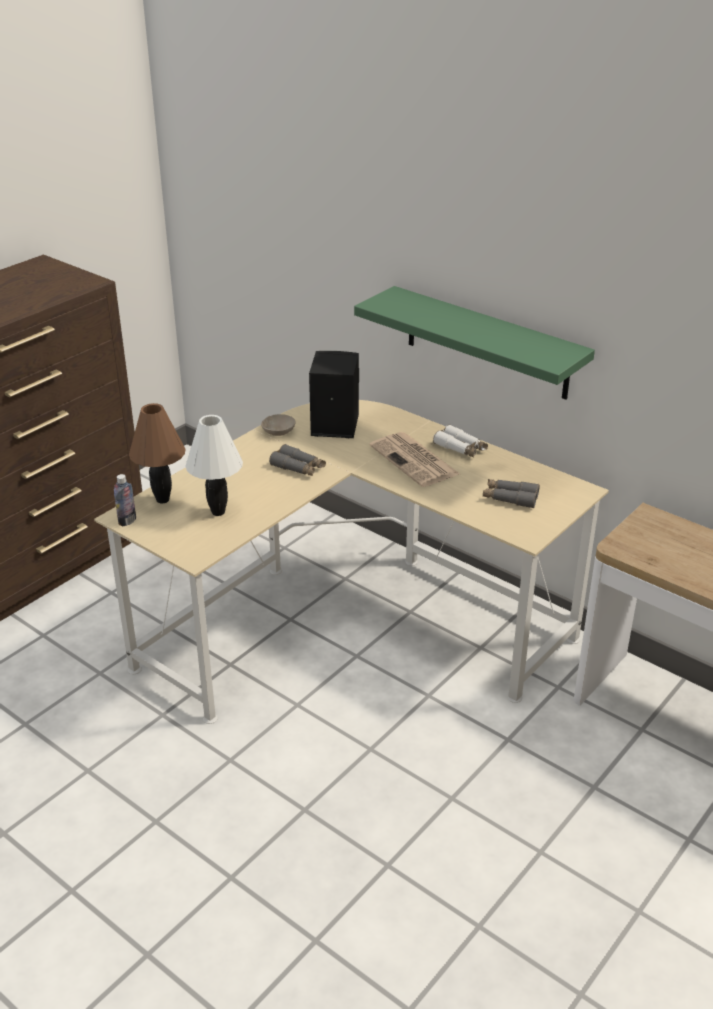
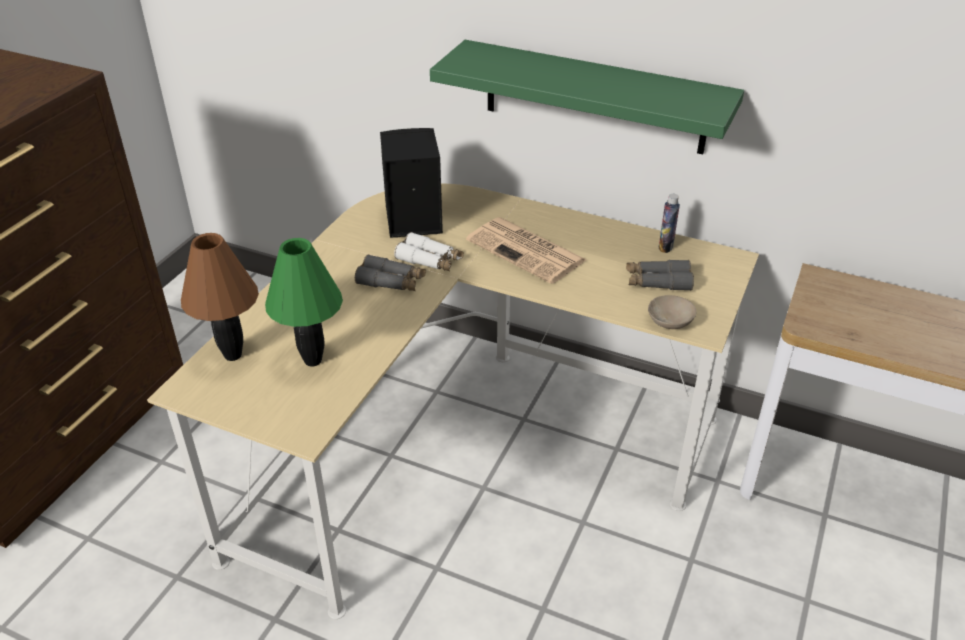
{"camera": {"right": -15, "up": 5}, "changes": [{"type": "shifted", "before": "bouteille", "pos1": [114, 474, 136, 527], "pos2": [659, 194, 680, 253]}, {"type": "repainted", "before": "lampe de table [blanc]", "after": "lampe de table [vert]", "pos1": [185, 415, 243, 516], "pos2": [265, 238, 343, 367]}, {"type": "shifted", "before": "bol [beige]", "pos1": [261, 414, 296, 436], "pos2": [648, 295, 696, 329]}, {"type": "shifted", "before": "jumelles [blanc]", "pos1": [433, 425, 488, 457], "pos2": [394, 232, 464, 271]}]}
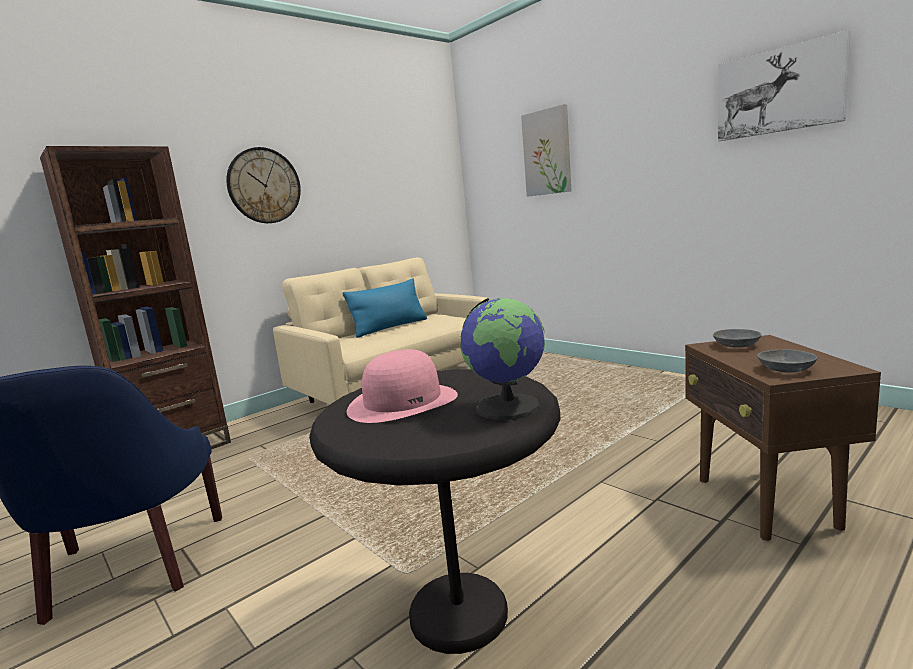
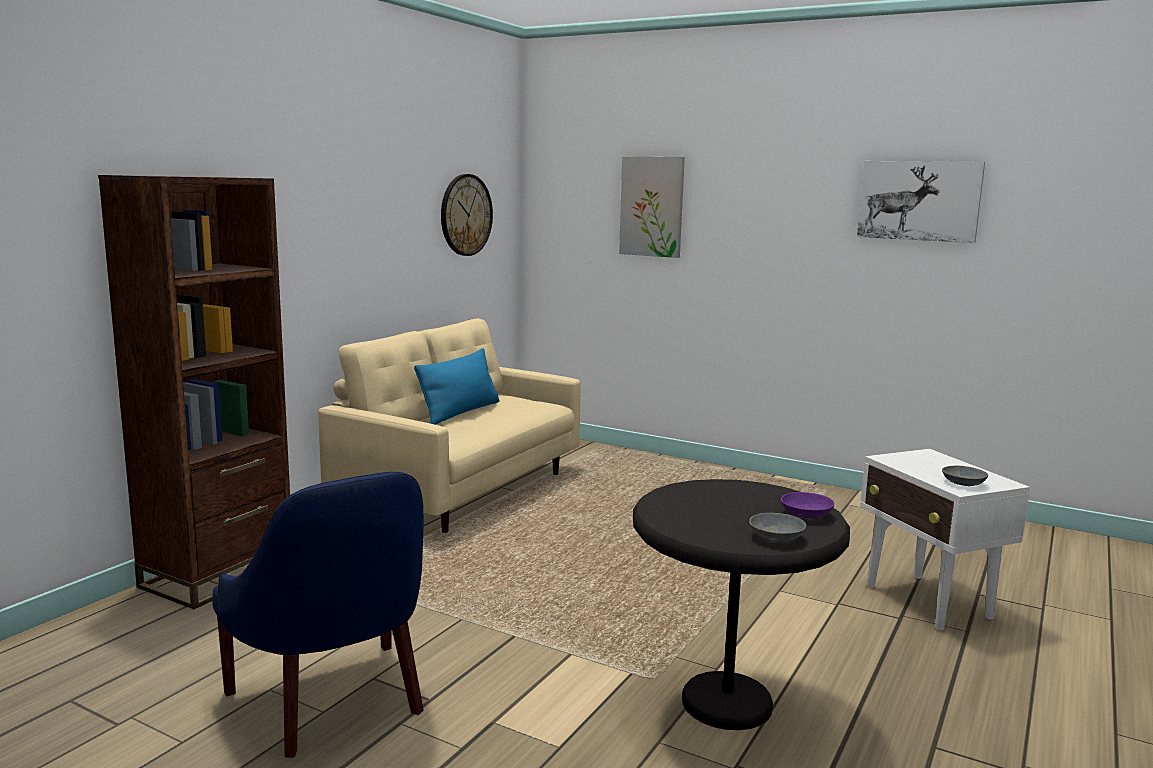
{"camera": {"right": -20, "up": 0}, "changes": [{"type": "shifted", "before": "horloge murale", "pos1": [226, 147, 301, 223], "pos2": [441, 174, 493, 256]}, {"type": "gone", "before": "chapeau [rose]", "pos1": [347, 349, 458, 423]}, {"type": "swapped", "before": "globe", "after": "bol [violet]", "pos1": [460, 298, 545, 420], "pos2": [781, 492, 835, 519]}, {"type": "repainted", "before": "table d'appoint [marron]", "after": "table d'appoint [blanc]", "pos1": [685, 335, 881, 541], "pos2": [860, 449, 1030, 630]}, {"type": "shifted", "before": "bol [gris]", "pos1": [713, 329, 761, 348], "pos2": [749, 513, 806, 542]}]}
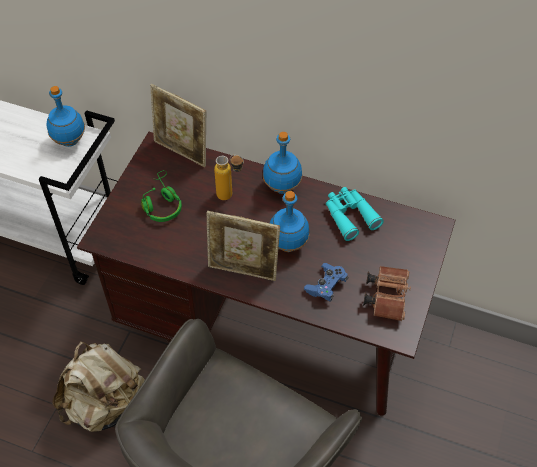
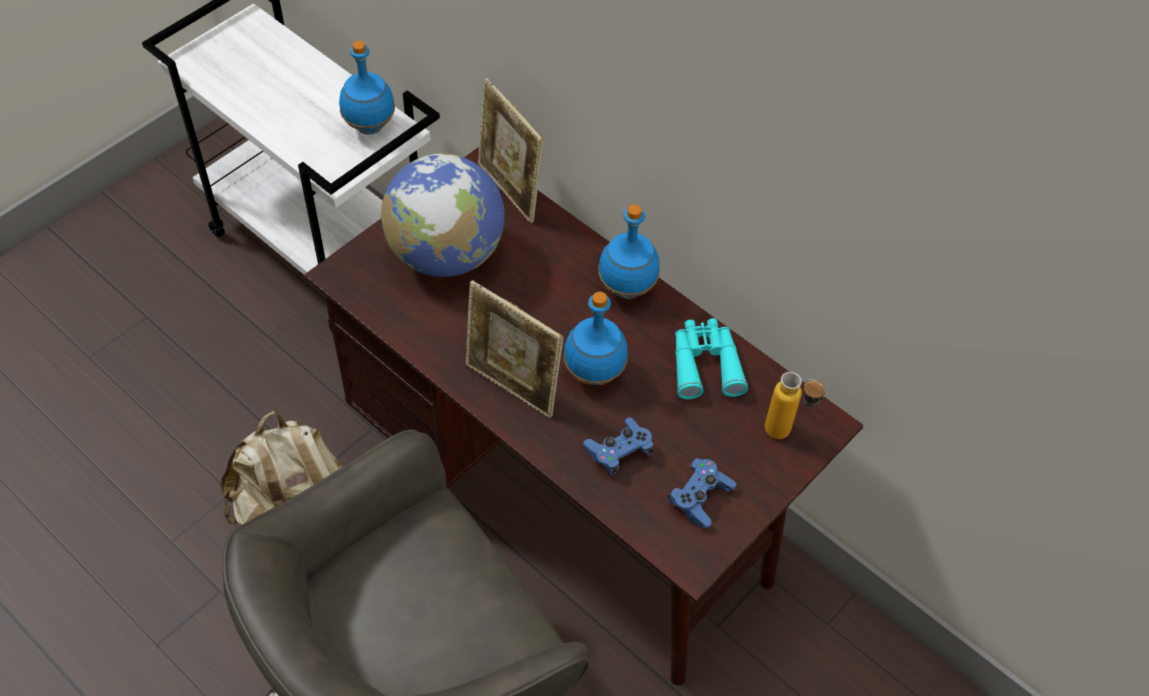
{"camera": {"right": 20, "up": 0}, "changes": [{"type": "swapped", "before": "casque audio [vert]", "after": "globe", "pos1": [141, 170, 182, 222], "pos2": [381, 153, 505, 277]}, {"type": "shifted", "before": "bouteille", "pos1": [214, 155, 244, 200], "pos2": [765, 372, 826, 439]}, {"type": "swapped", "before": "jumelles [marron]", "after": "manette [bleu]", "pos1": [363, 266, 411, 321], "pos2": [668, 458, 736, 529]}]}
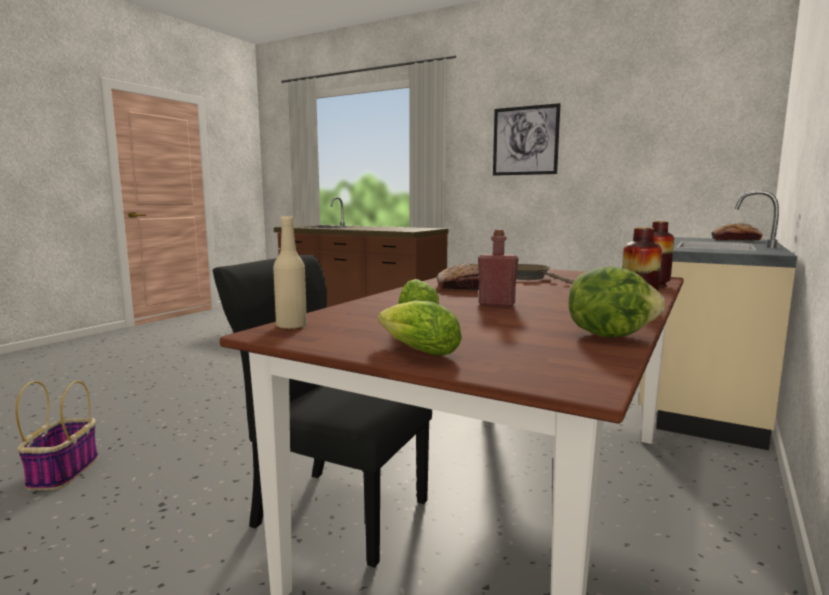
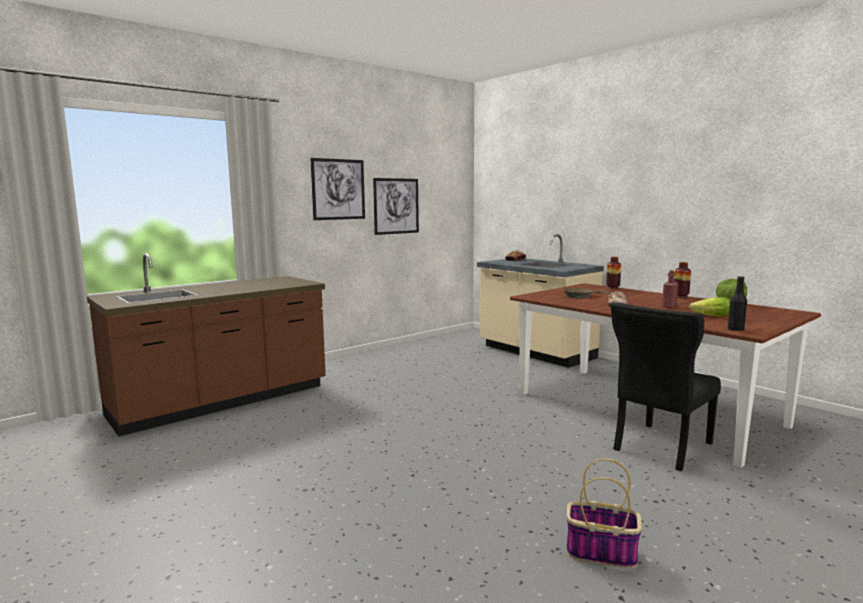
{"camera": {"right": -70, "up": 0}, "changes": [{"type": "repainted", "before": "bouteille [beige]", "after": "bouteille [noir]", "pos1": [273, 216, 307, 330], "pos2": [728, 276, 747, 331]}, {"type": "gone", "before": "laitue", "pos1": [378, 301, 462, 355]}, {"type": "new", "after": "tableau", "pos2": [373, 178, 419, 235]}]}
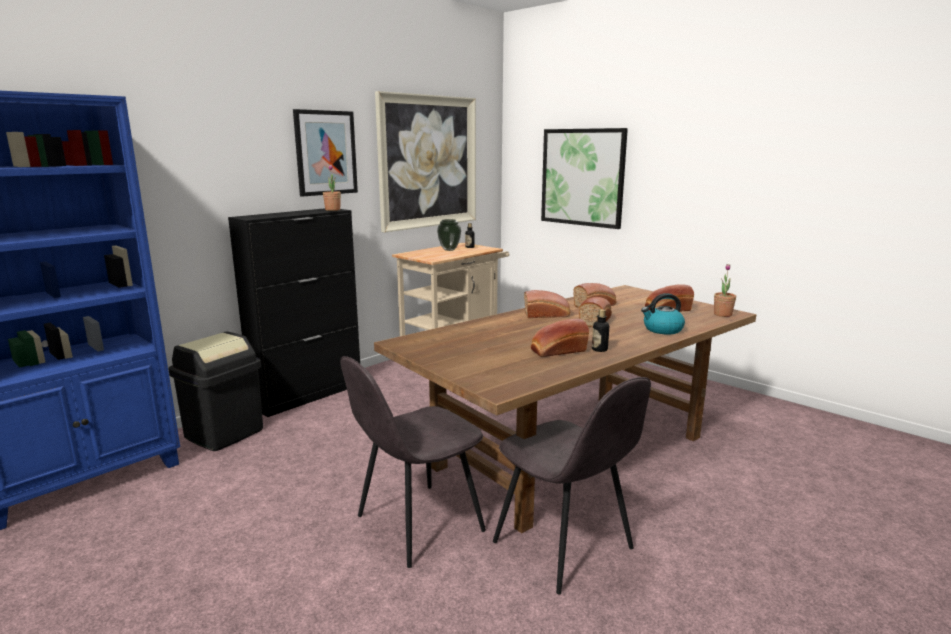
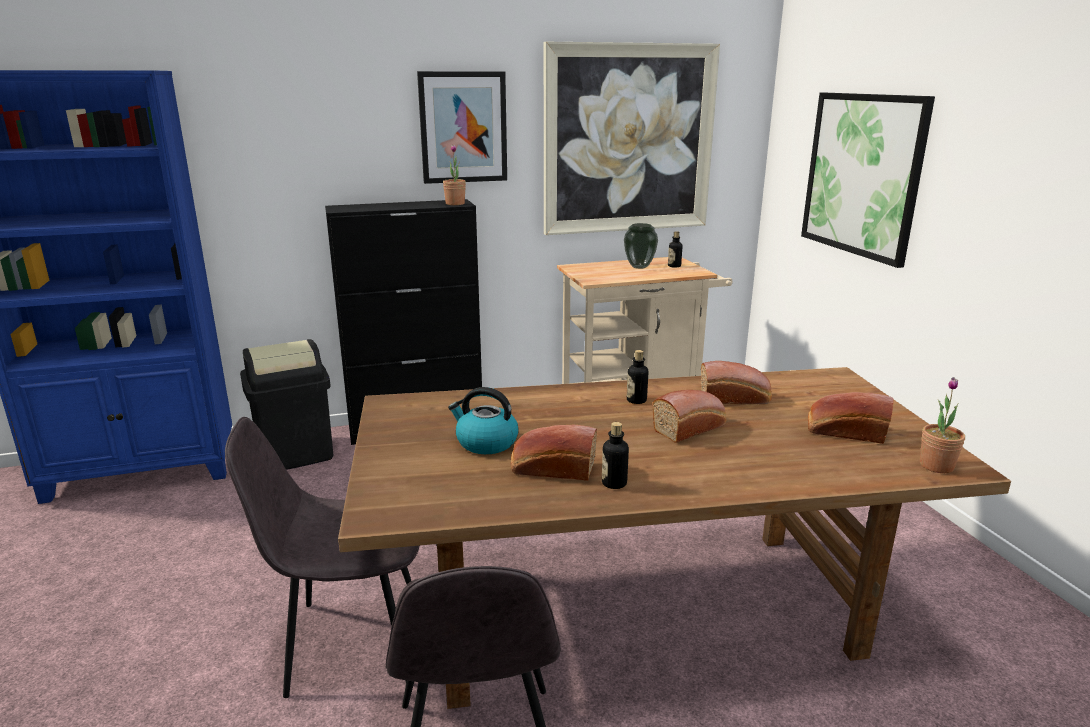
{"camera": {"right": 30, "up": 5}, "changes": [{"type": "swapped", "before": "pain", "after": "bouteille", "pos1": [524, 290, 570, 318], "pos2": [627, 350, 648, 404]}, {"type": "shifted", "before": "bouilloire", "pos1": [641, 293, 685, 335], "pos2": [448, 387, 519, 454]}]}
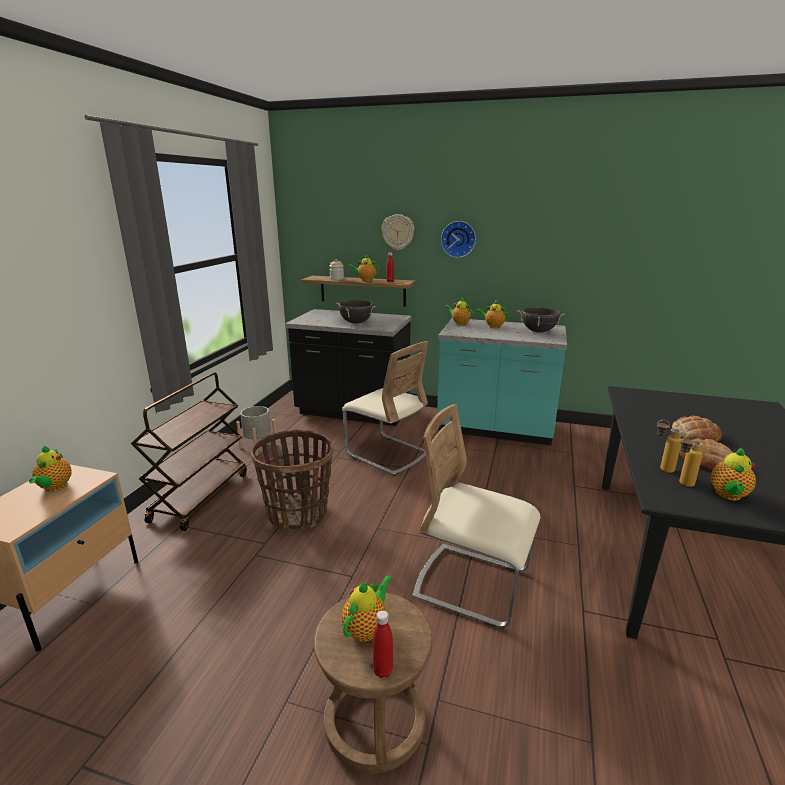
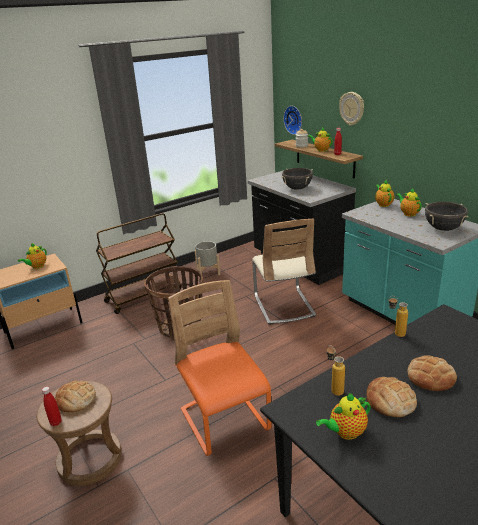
{"camera": {"right": 40, "up": 5}, "changes": [{"type": "swapped", "before": "théière", "after": "pain", "pos1": [342, 575, 392, 642], "pos2": [55, 381, 96, 412]}, {"type": "repainted", "before": "chaise [beige]", "after": "chaise [orange]", "pos1": [413, 404, 541, 628], "pos2": [168, 280, 272, 456]}, {"type": "shifted", "before": "horloge murale", "pos1": [441, 221, 476, 258], "pos2": [283, 106, 302, 135]}, {"type": "shifted", "before": "bouteille", "pos1": [679, 435, 703, 487], "pos2": [388, 296, 408, 337]}]}
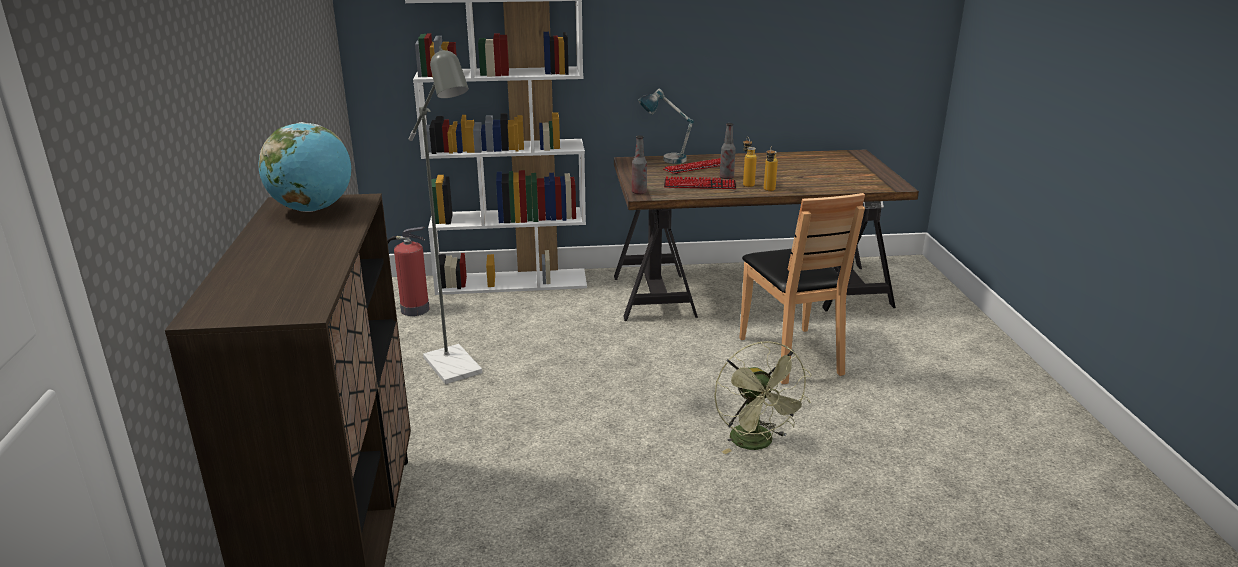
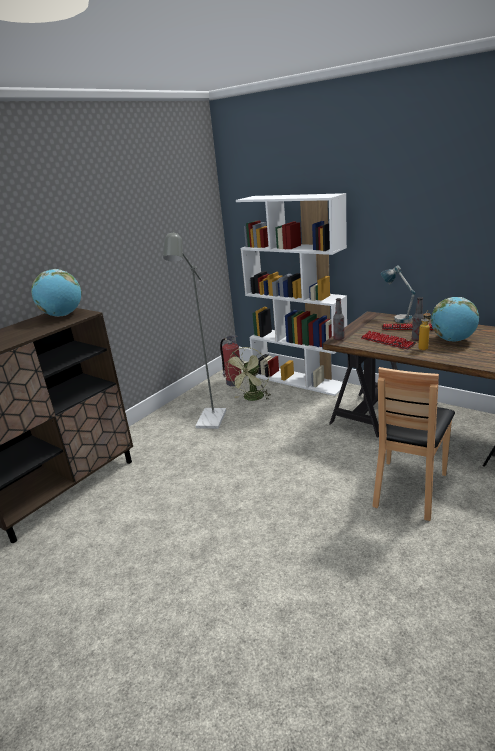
{"camera": {"right": 45, "up": 0}, "changes": [{"type": "shifted", "before": "ventilateur [vert]", "pos1": [714, 341, 812, 454], "pos2": [225, 347, 270, 401]}, {"type": "gone", "before": "bouteille", "pos1": [764, 146, 778, 191]}, {"type": "new", "after": "globe", "pos2": [431, 297, 479, 341]}]}
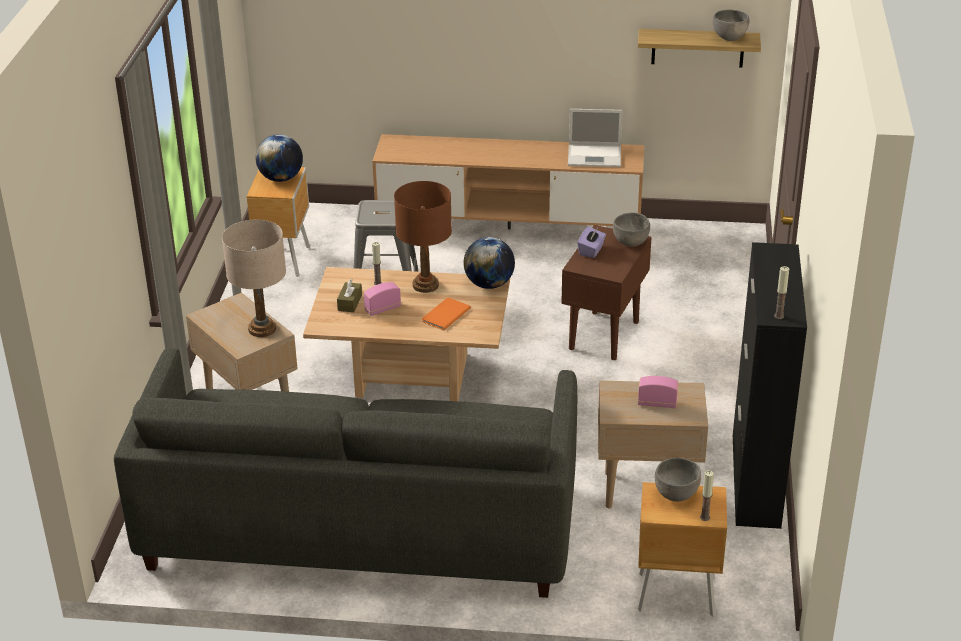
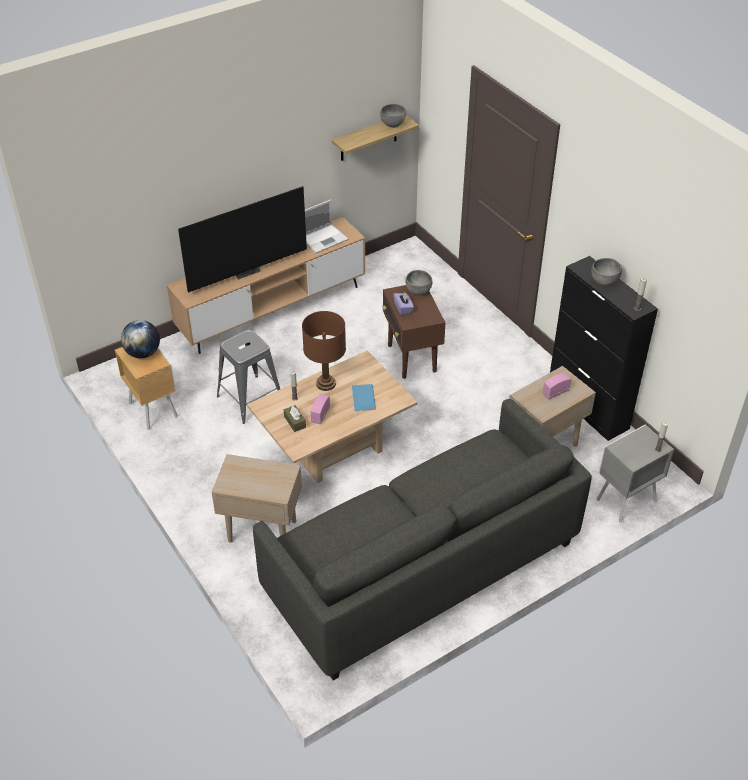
{"camera": {"right": -40, "up": 10}, "changes": [{"type": "gone", "before": "lampe de table [beige]", "pos1": [222, 220, 286, 337]}, {"type": "repainted", "before": "livre [orange]", "after": "livre [bleu]", "pos1": [422, 298, 471, 330], "pos2": [352, 384, 376, 411]}, {"type": "gone", "before": "globe", "pos1": [464, 237, 515, 289]}, {"type": "repainted", "before": "table de chevet [marron]", "after": "table de chevet [gris]", "pos1": [638, 481, 727, 617], "pos2": [597, 425, 674, 522]}, {"type": "shifted", "before": "bol [gris]", "pos1": [655, 458, 701, 502], "pos2": [591, 258, 622, 286]}, {"type": "new", "after": "téléviseur", "pos2": [178, 186, 307, 293]}]}
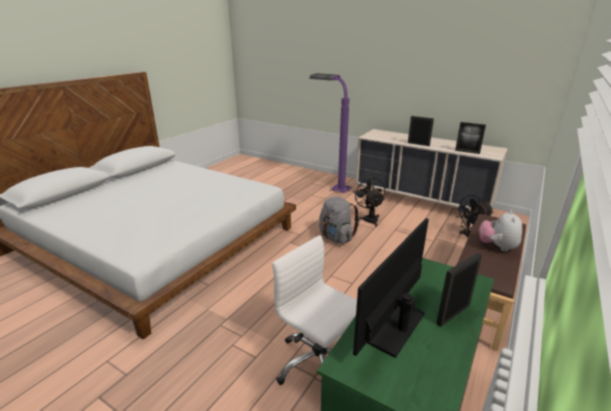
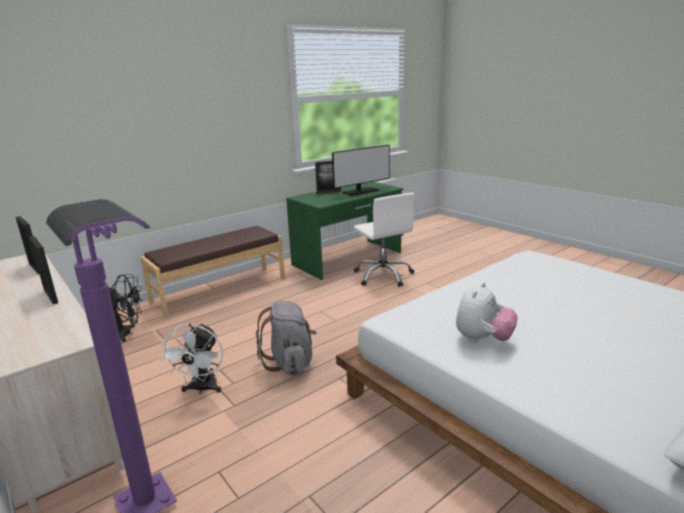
{"camera": {"right": -160, "up": -5}, "changes": [{"type": "repainted", "before": "ventilateur [noir]", "after": "ventilateur [blanc]", "pos1": [355, 177, 385, 227], "pos2": [160, 323, 223, 394]}, {"type": "shifted", "before": "peluche", "pos1": [479, 210, 522, 252], "pos2": [456, 282, 518, 343]}]}
